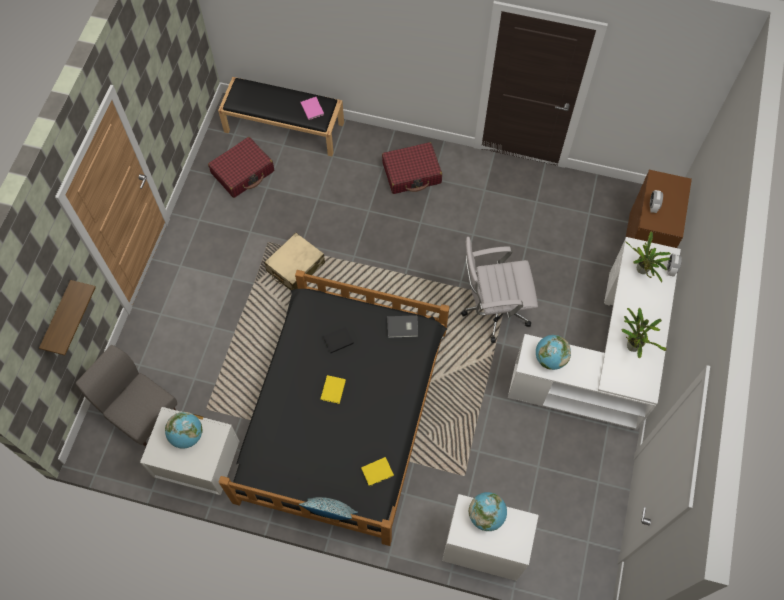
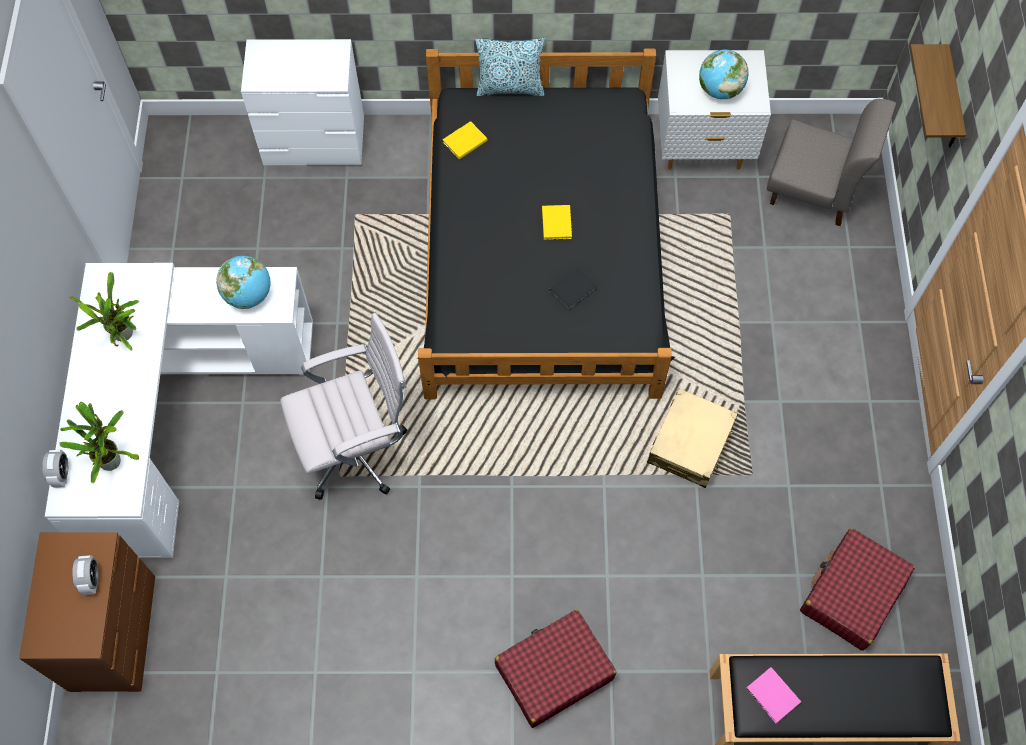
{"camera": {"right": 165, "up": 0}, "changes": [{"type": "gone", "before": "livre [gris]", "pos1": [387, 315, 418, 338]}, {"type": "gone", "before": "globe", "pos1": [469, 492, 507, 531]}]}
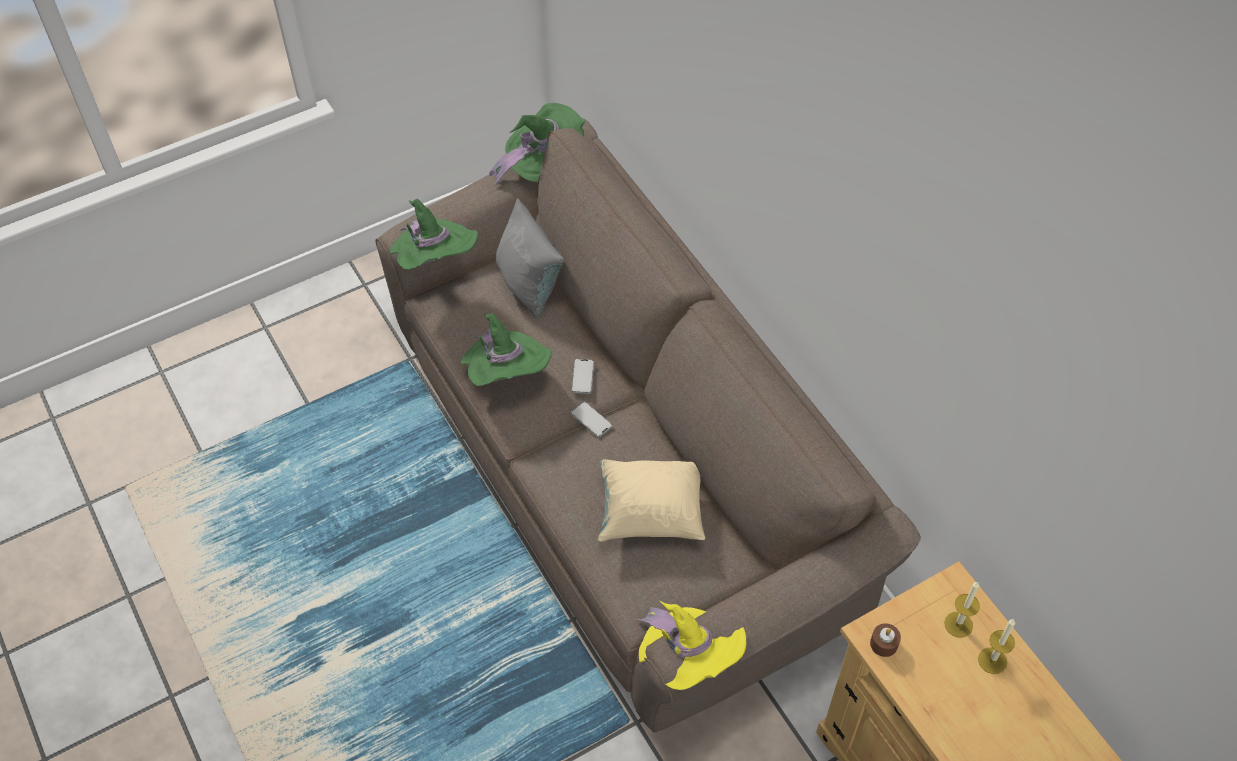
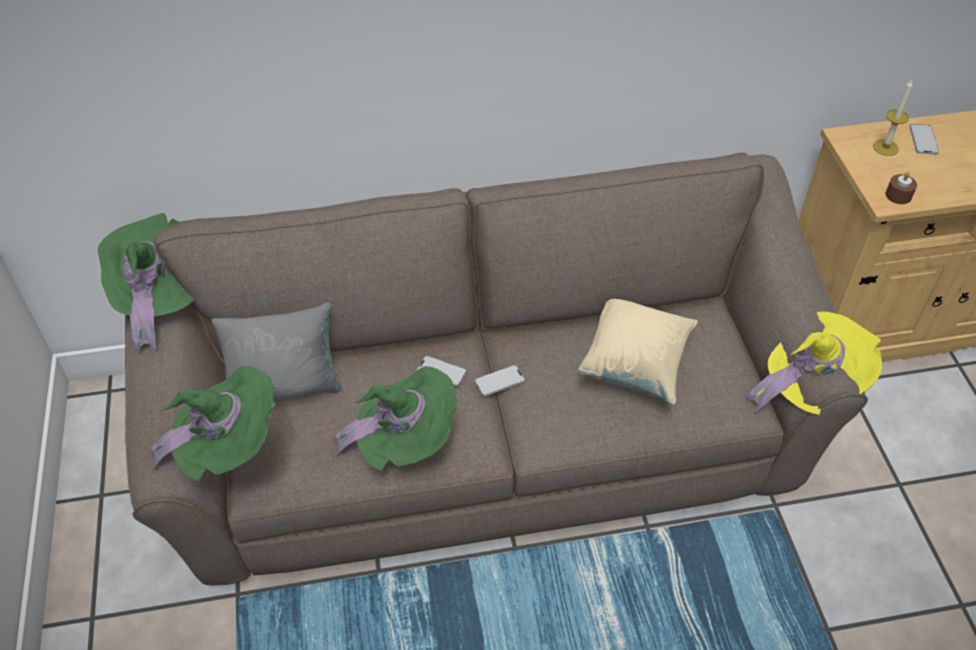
{"camera": {"right": -70, "up": -5}, "changes": [{"type": "swapped", "before": "bougie", "after": "téléphone", "pos1": [978, 619, 1015, 674], "pos2": [910, 124, 939, 155]}]}
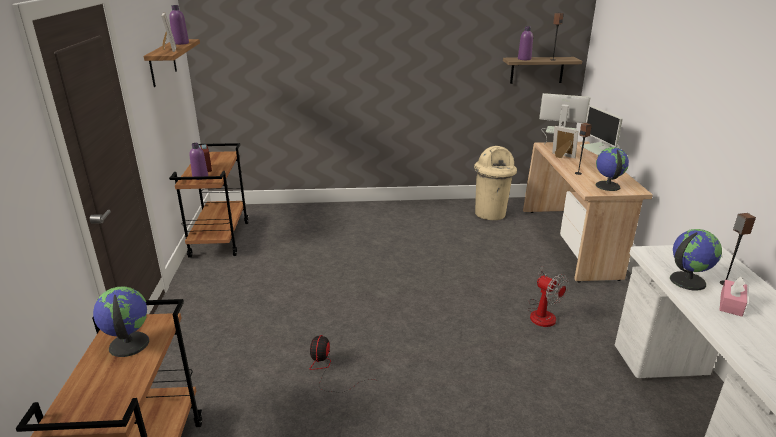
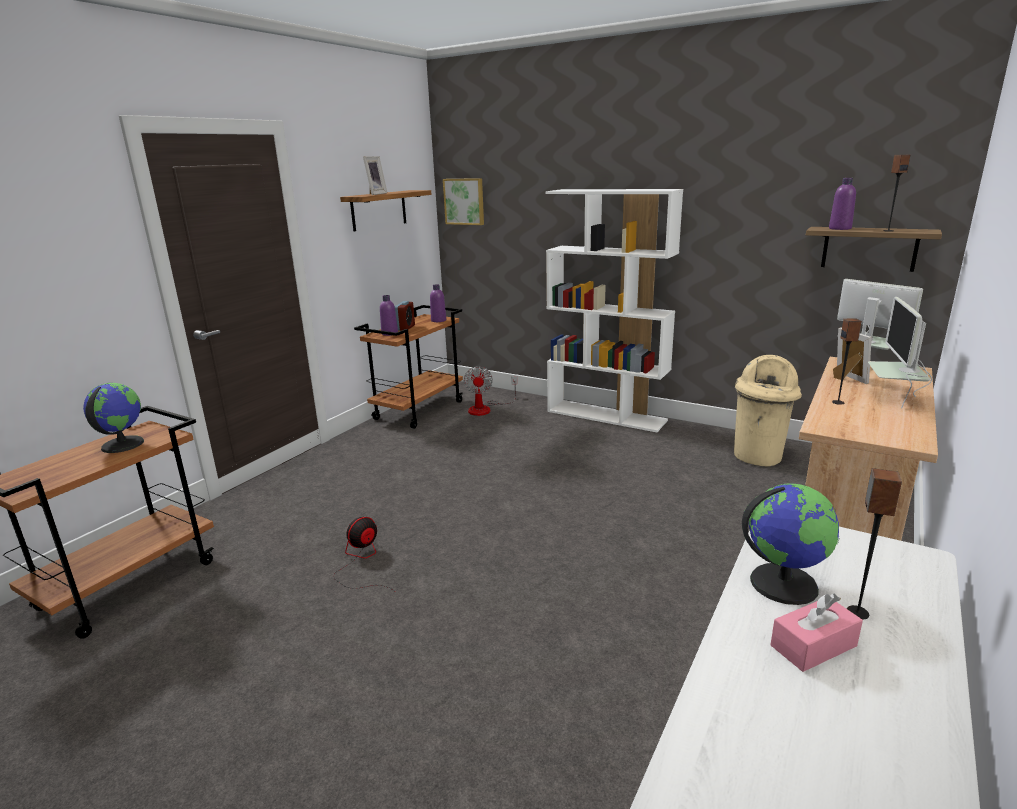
{"camera": {"right": 35, "up": -5}, "changes": [{"type": "shifted", "before": "bouteille [violet]", "pos1": [169, 5, 189, 45], "pos2": [430, 284, 446, 322]}, {"type": "shifted", "before": "ventilateur", "pos1": [527, 266, 569, 327], "pos2": [464, 366, 517, 416]}, {"type": "gone", "before": "globe", "pos1": [595, 147, 629, 191]}, {"type": "new", "after": "tableau", "pos2": [443, 178, 484, 225]}, {"type": "new", "after": "bibliothèque [blanc]", "pos2": [546, 189, 683, 432]}]}
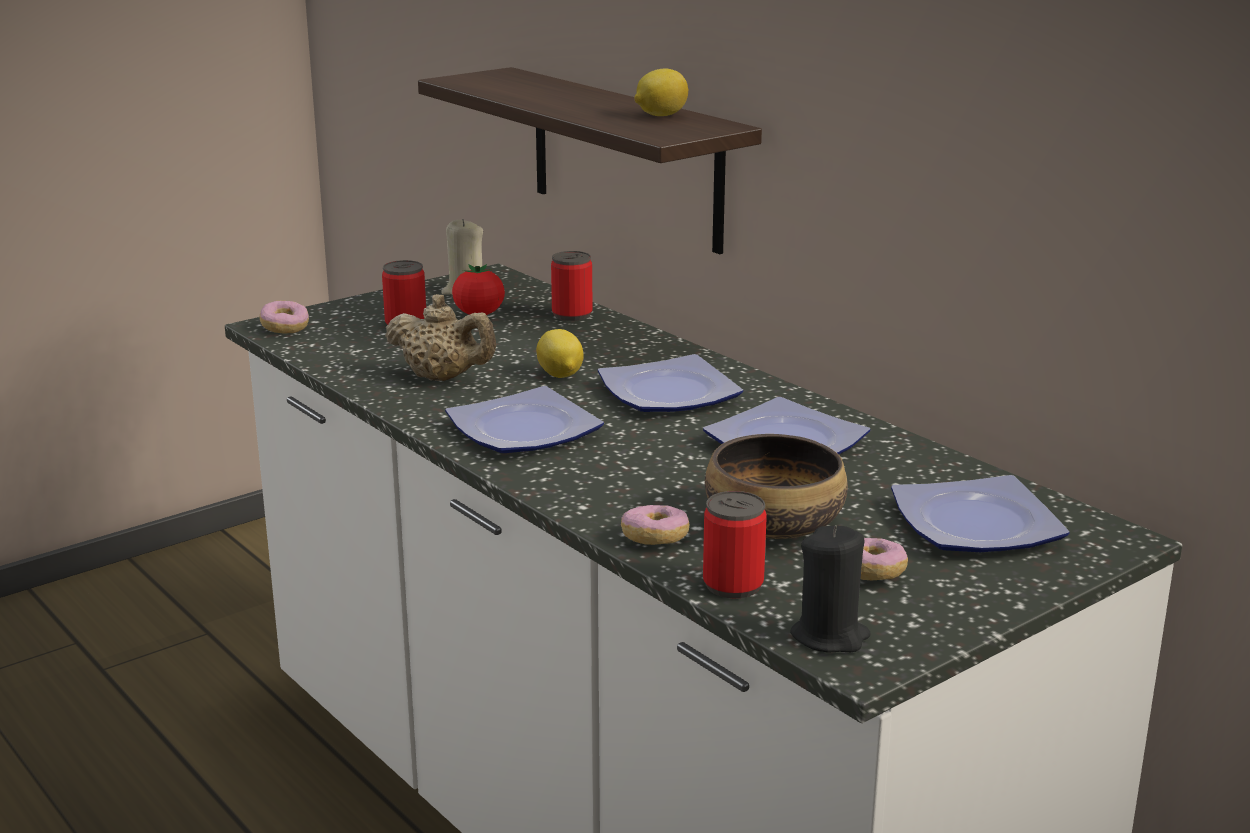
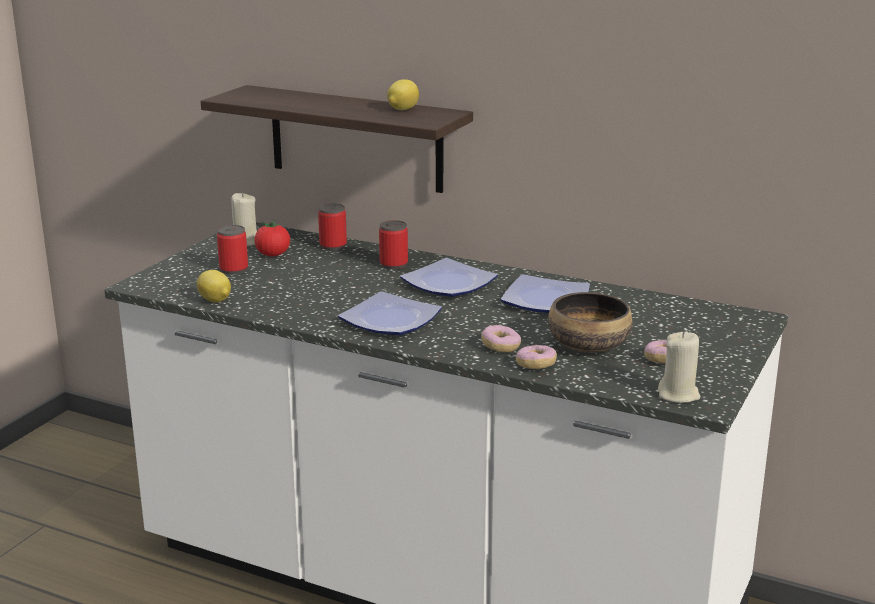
{"camera": {"right": -25, "up": 0}, "changes": [{"type": "shifted", "before": "beignet", "pos1": [260, 301, 309, 333], "pos2": [481, 325, 521, 352]}, {"type": "gone", "before": "théière [beige]", "pos1": [385, 294, 496, 381]}, {"type": "shifted", "before": "citron", "pos1": [536, 329, 584, 378], "pos2": [197, 270, 231, 302]}, {"type": "shifted", "before": "boîte métallique", "pos1": [703, 491, 767, 598], "pos2": [379, 220, 408, 269]}, {"type": "repainted", "before": "bougie [noir]", "after": "bougie [beige]", "pos1": [790, 525, 870, 652], "pos2": [658, 331, 700, 403]}, {"type": "gone", "before": "assiette", "pos1": [891, 475, 1070, 552]}]}
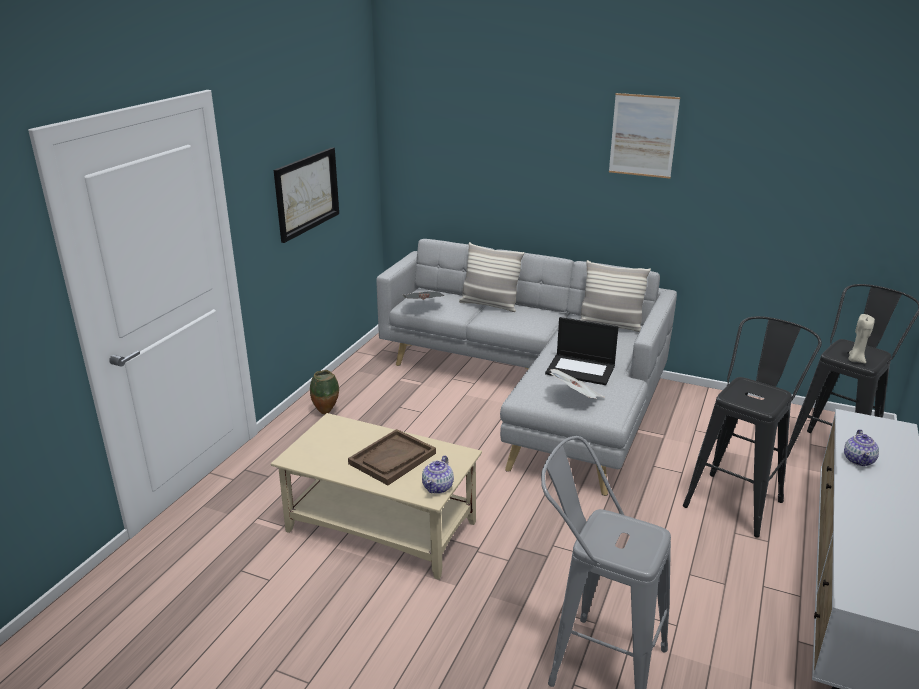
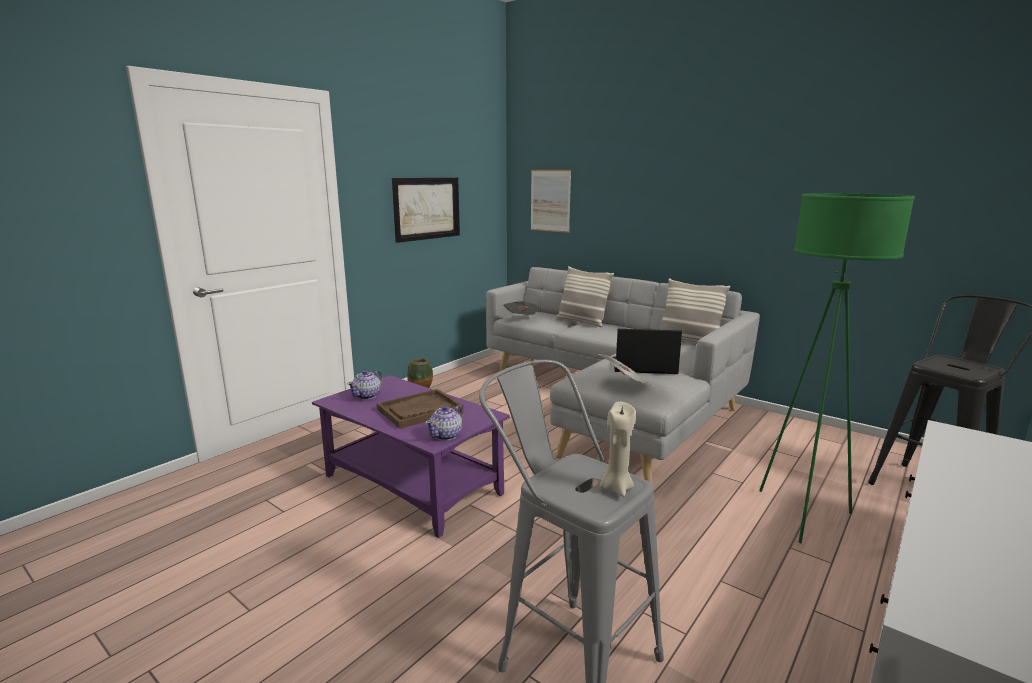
{"camera": {"right": 15, "up": -10}, "changes": [{"type": "repainted", "before": "table basse [beige]", "after": "table basse [violet]", "pos1": [271, 413, 482, 580], "pos2": [312, 375, 510, 538]}, {"type": "rotated", "before": "ordinateur portable", "pos1": [545, 317, 619, 385], "pos2": [613, 329, 682, 374], "turn": 150}, {"type": "shifted", "before": "tableau", "pos1": [609, 93, 680, 179], "pos2": [531, 170, 571, 233]}, {"type": "swapped", "before": "tabouret [noir]", "after": "lampadaire [vert]", "pos1": [683, 316, 822, 538], "pos2": [759, 193, 915, 543]}, {"type": "shifted", "before": "théière", "pos1": [844, 429, 879, 466], "pos2": [347, 370, 383, 400]}, {"type": "shifted", "before": "bougie [beige]", "pos1": [848, 314, 875, 364], "pos2": [600, 402, 636, 497]}]}
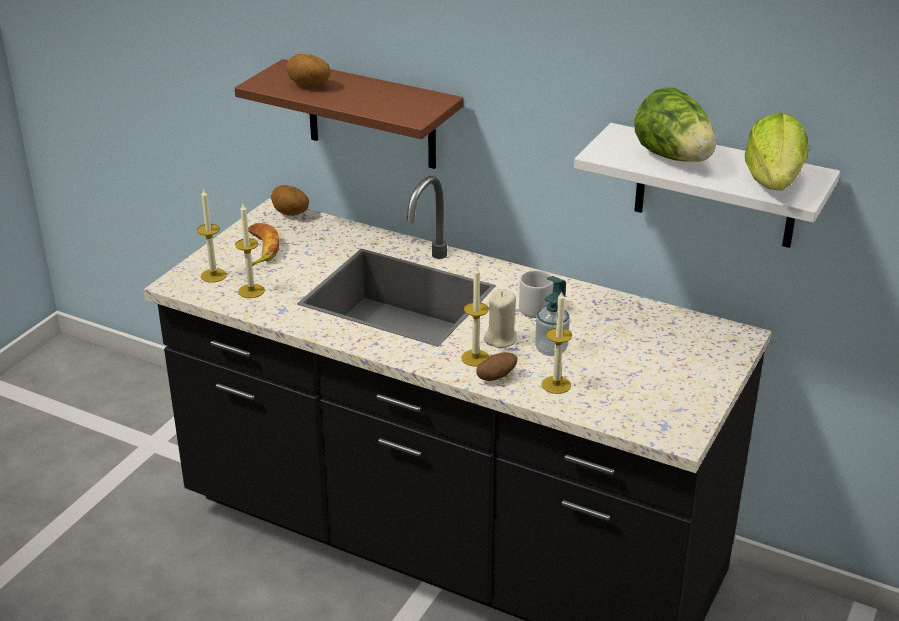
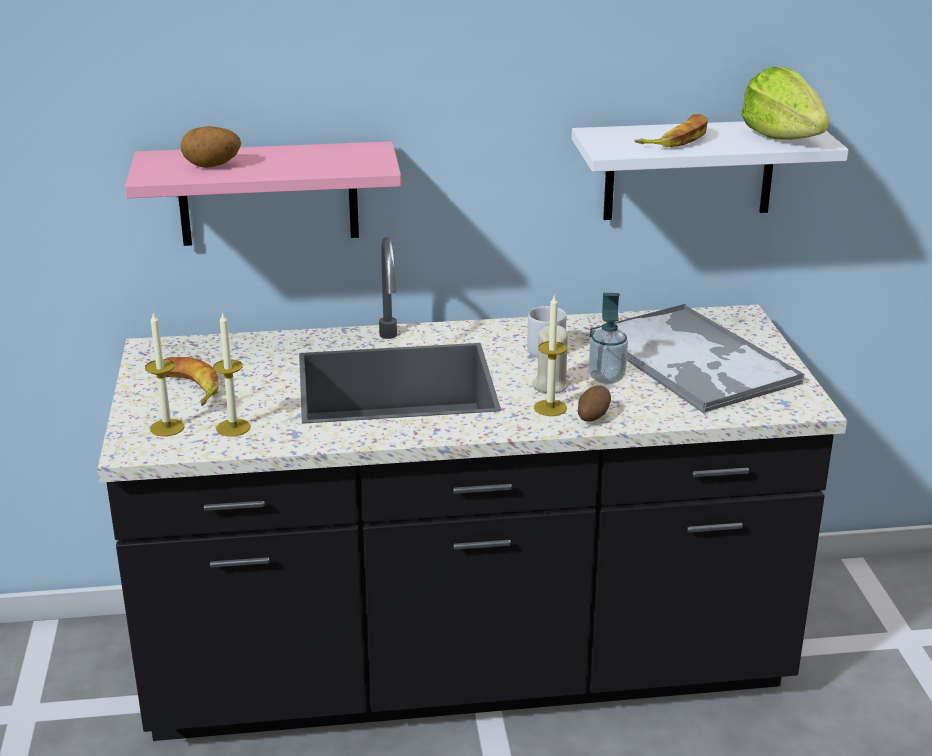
{"camera": {"right": -35, "up": -5}, "changes": [{"type": "repainted", "before": "étagère [marron]", "after": "étagère [rose]", "pos1": [234, 59, 464, 169], "pos2": [125, 141, 401, 246]}, {"type": "gone", "before": "pomme de terre", "pos1": [271, 185, 309, 216]}, {"type": "gone", "before": "bougie", "pos1": [541, 290, 572, 394]}, {"type": "swapped", "before": "laitue", "after": "banane", "pos1": [635, 87, 716, 162], "pos2": [635, 114, 708, 147]}, {"type": "new", "after": "plateau", "pos2": [590, 304, 805, 413]}]}
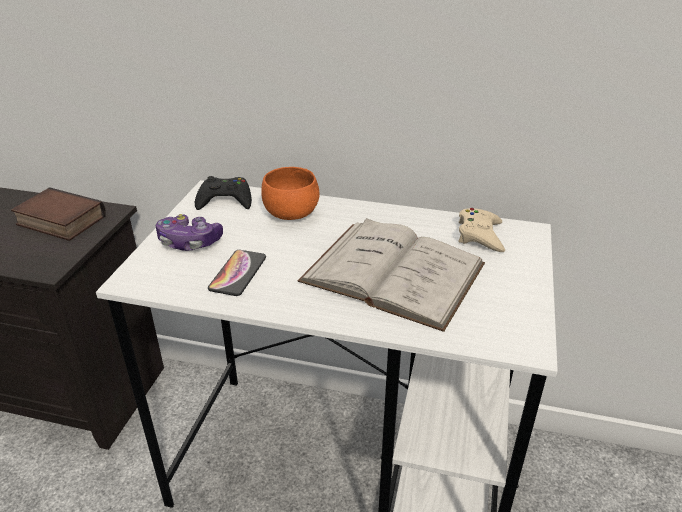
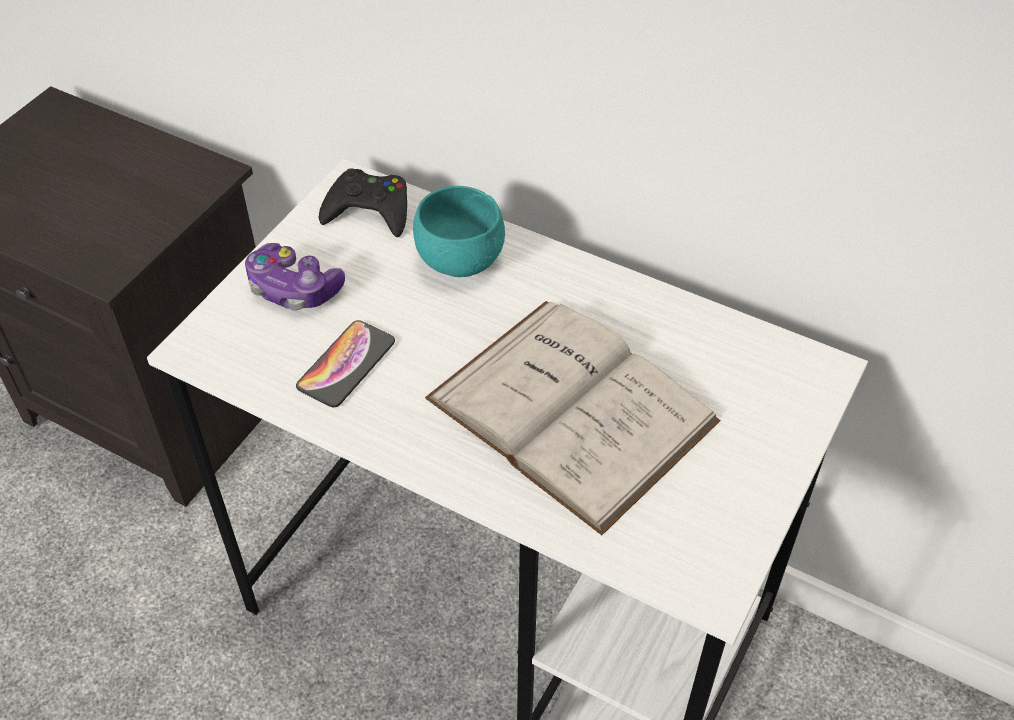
{"camera": {"right": 15, "up": 15}, "changes": [{"type": "gone", "before": "livre", "pos1": [11, 187, 106, 241]}, {"type": "repainted", "before": "bol [orange]", "after": "bol [turquoise]", "pos1": [262, 167, 319, 220], "pos2": [413, 186, 505, 277]}, {"type": "gone", "before": "manette [beige]", "pos1": [458, 208, 505, 252]}]}
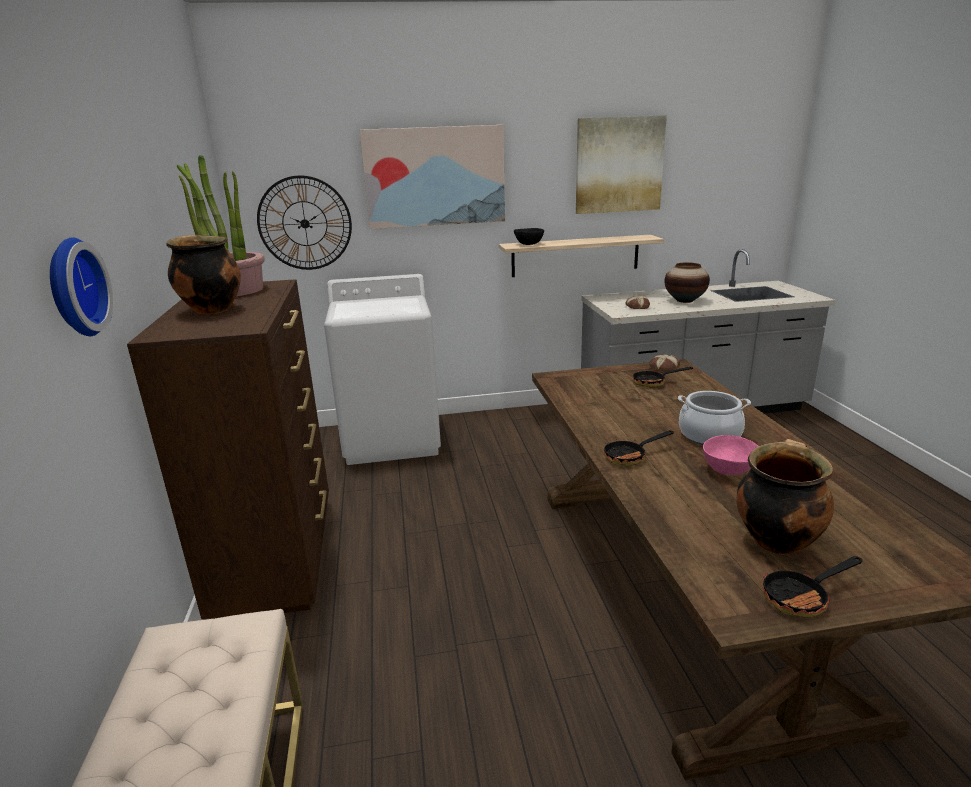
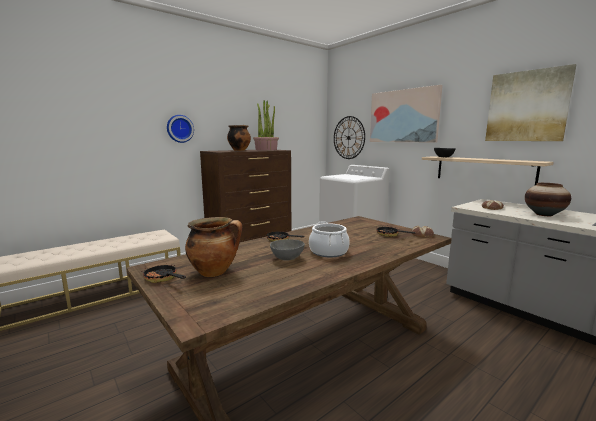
{"camera": {"right": 60, "up": -10}, "changes": [{"type": "repainted", "before": "bol [rose]", "after": "bol [gris]", "pos1": [703, 435, 758, 475], "pos2": [270, 239, 305, 260]}]}
